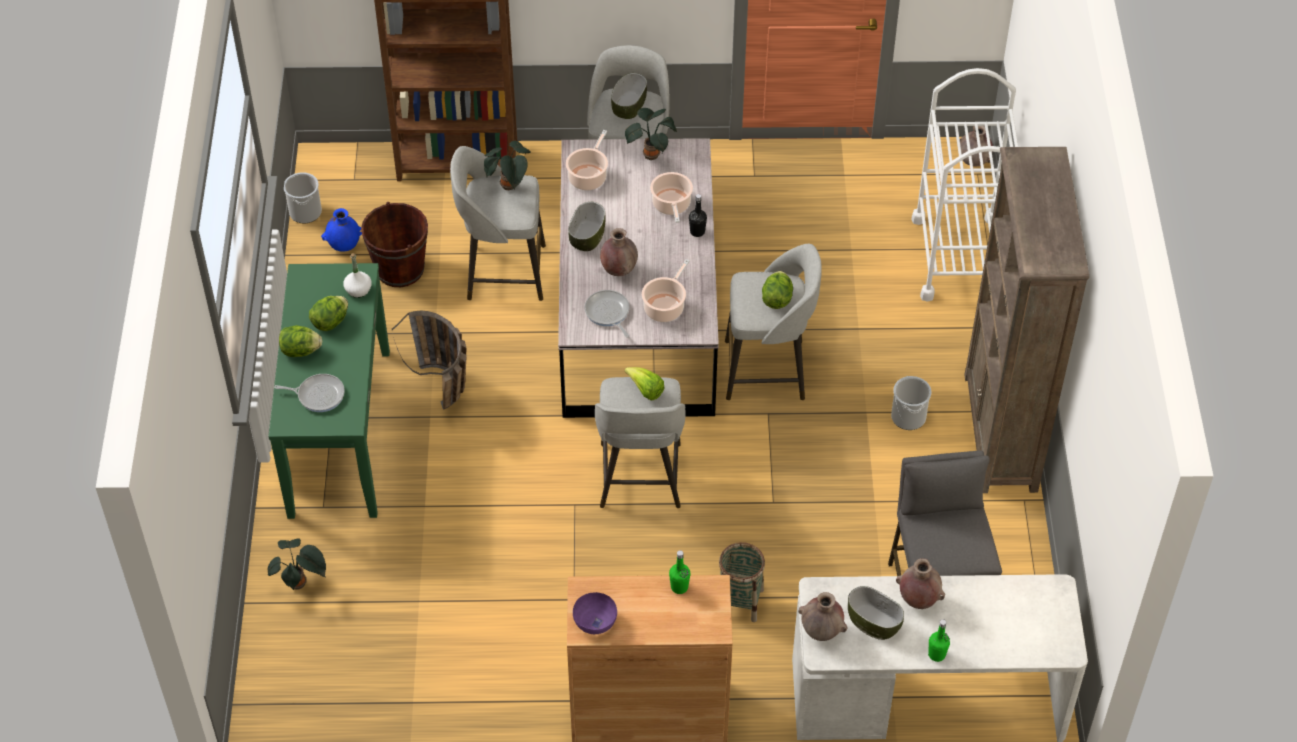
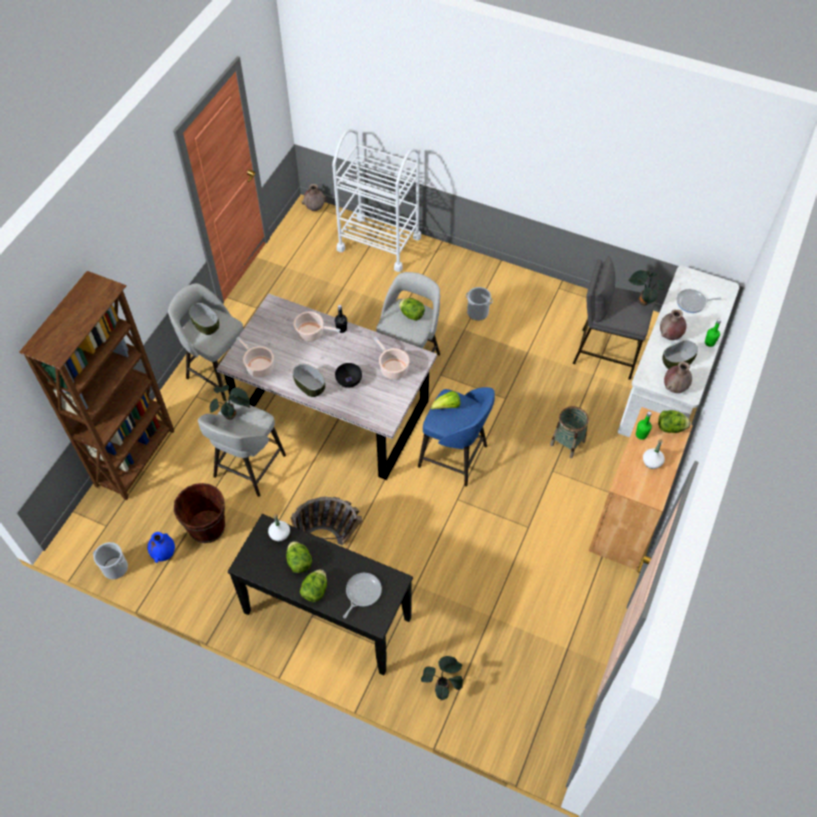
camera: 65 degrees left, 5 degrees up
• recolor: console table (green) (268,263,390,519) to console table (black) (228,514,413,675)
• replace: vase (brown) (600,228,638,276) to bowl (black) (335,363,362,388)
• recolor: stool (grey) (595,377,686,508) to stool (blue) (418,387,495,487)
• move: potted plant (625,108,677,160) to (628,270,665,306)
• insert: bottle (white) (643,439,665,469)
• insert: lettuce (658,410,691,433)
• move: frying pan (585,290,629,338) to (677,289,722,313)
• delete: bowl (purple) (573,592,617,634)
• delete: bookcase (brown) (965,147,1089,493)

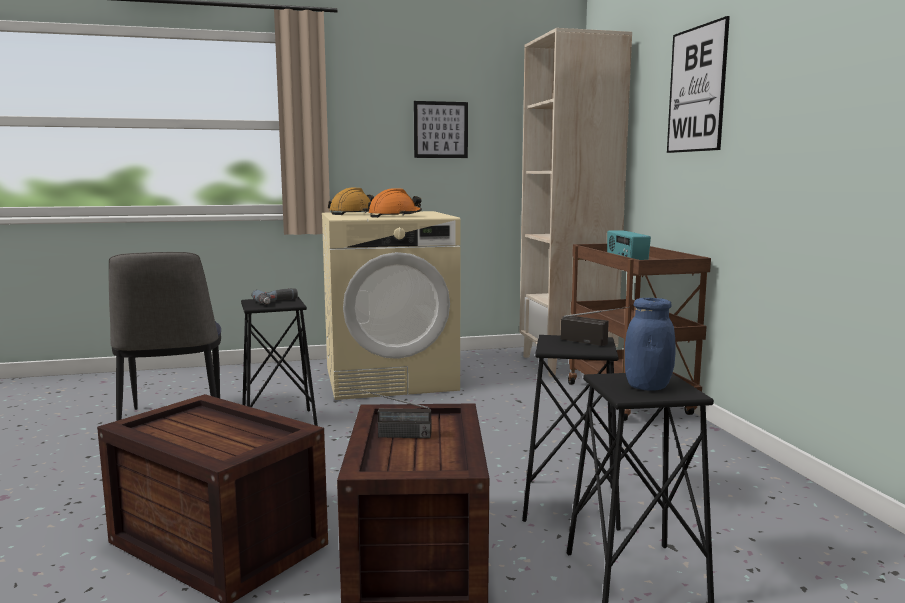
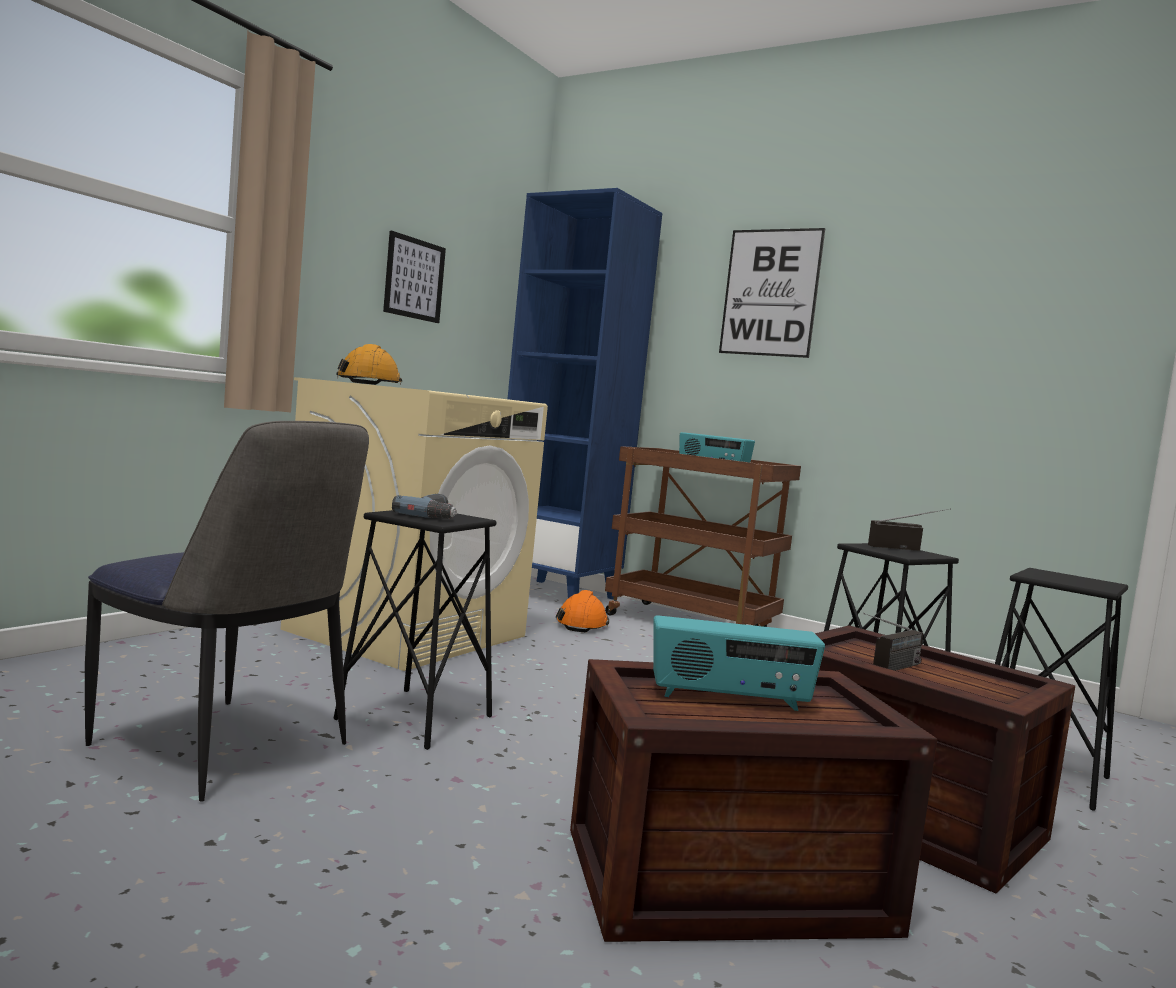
camera: 45 degrees left, 5 degrees down
• recolor: bookcase (beige) (519,28,632,377) to bookcase (blue) (508,188,662,600)
• move: hard hat (orange) (368,188,422,218) to (556,590,609,632)
• insert: radio (653,615,825,711)
• delete: jar (blue) (625,298,675,390)

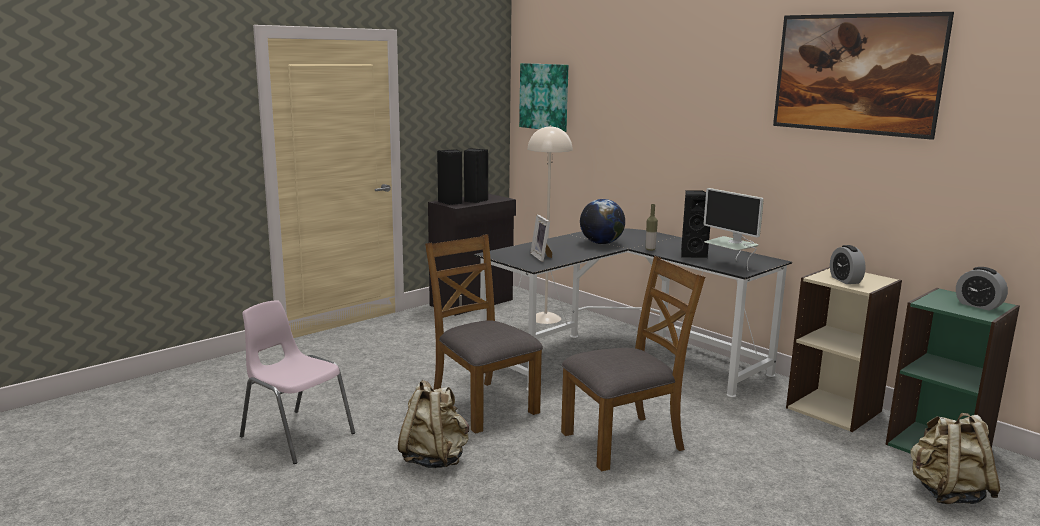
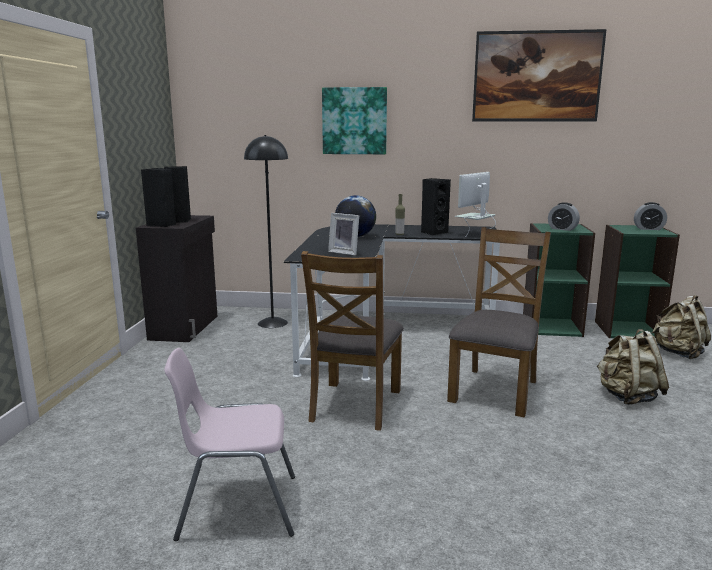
camera: 40 degrees left, 0 degrees up
• recolor: floor lamp (beige) (528,125,573,324) to floor lamp (black) (244,135,288,328)
• rotate: chair (brown) (425,234,543,434) = (301,251,404,431) 90 degrees counterclockwise
• move: picture (519,63,568,132) to (322,87,387,154)
• rotate: monitor (704,188,764,270) = (455,172,496,237) 120 degrees clockwise
• recolor: bookcase (beige) (786,267,902,432) to bookcase (green) (523,223,595,337)
• move: backpack (beige) (398,380,469,468) to (597,329,669,405)

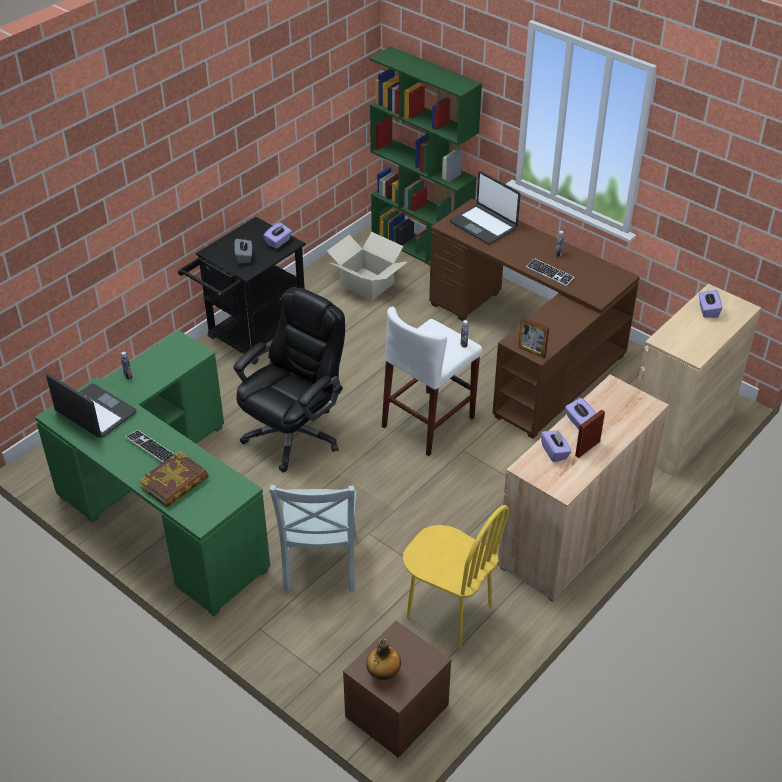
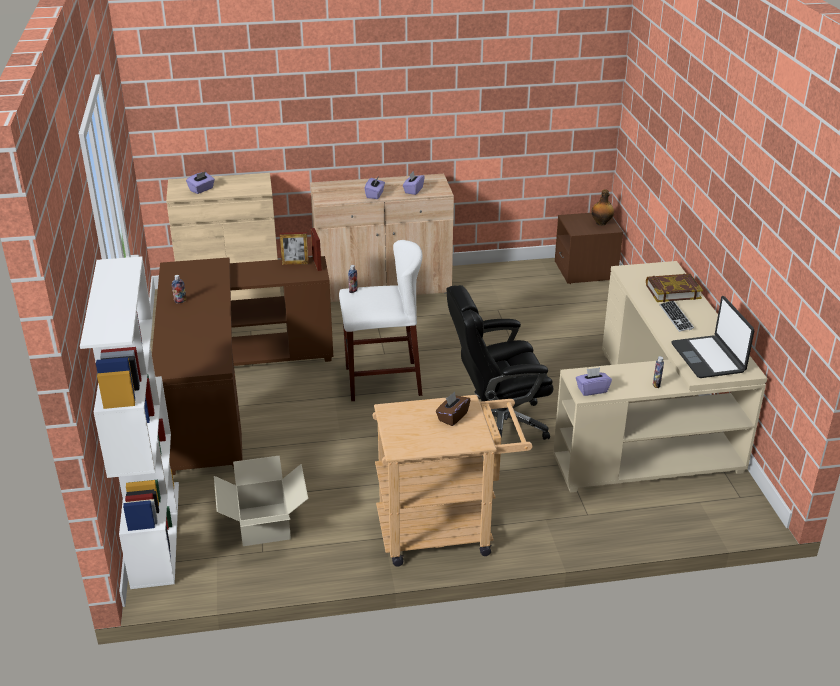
camera: 140 degrees left, 10 degrees down
• recolor: bookcase (green) (369,46,482,265) to bookcase (white) (80,256,179,589)
• move: picture frame (575,409,605,458) to (279,232,309,265)
• recolor: cart (black) (178,217,306,365) to cart (beige) (373,395,532,567)
• recolor: tissue box (grey) (234,238,252,264) to tissue box (brown) (436,392,470,426)
• recolor: desk (green) (35,330,270,616) to desk (beige) (553,261,767,492)
• move: tissue box (purple) (263,223,292,249) to (576,367,612,396)
• delete: chair (grey) (269,485,356,593)
• delete: chair (yellow) (403,505,509,648)
• delete: laptop (450,171,521,244)
• delete: keyboard (526,258,574,286)

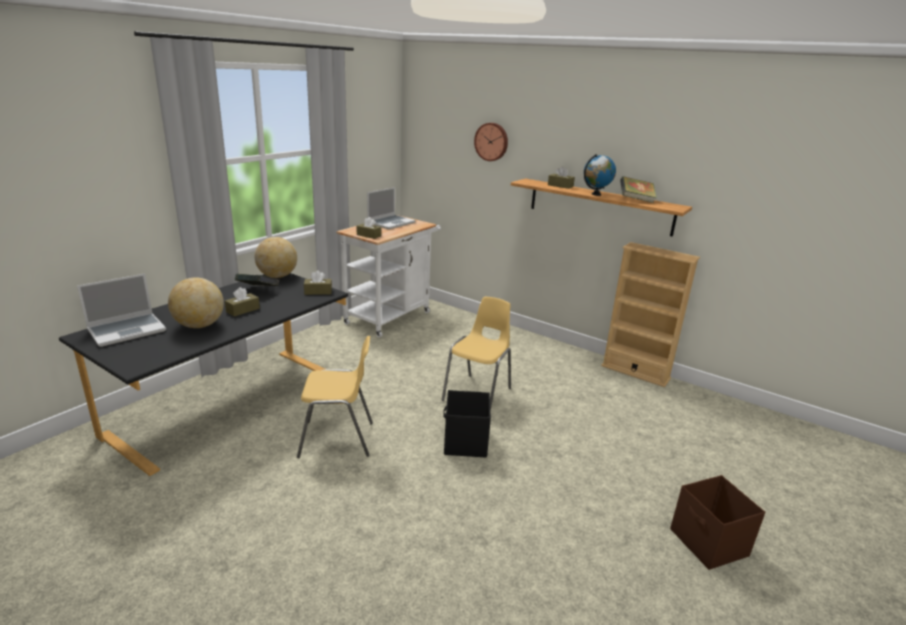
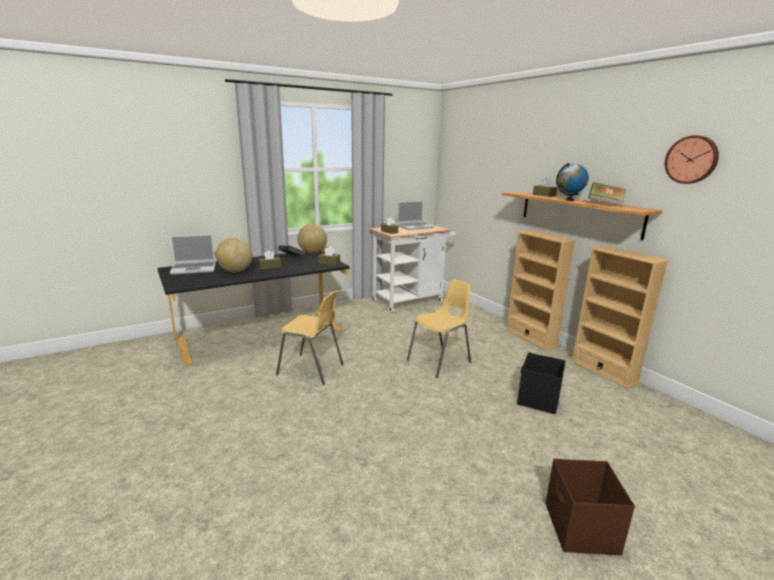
camera: 25 degrees right, 5 degrees down
• insert: bookcase (beige) (505,230,576,351)
• move: storage box (black) (443,390,491,458) to (517,352,566,414)
• move: wall clock (474,123,508,161) to (665,135,719,184)

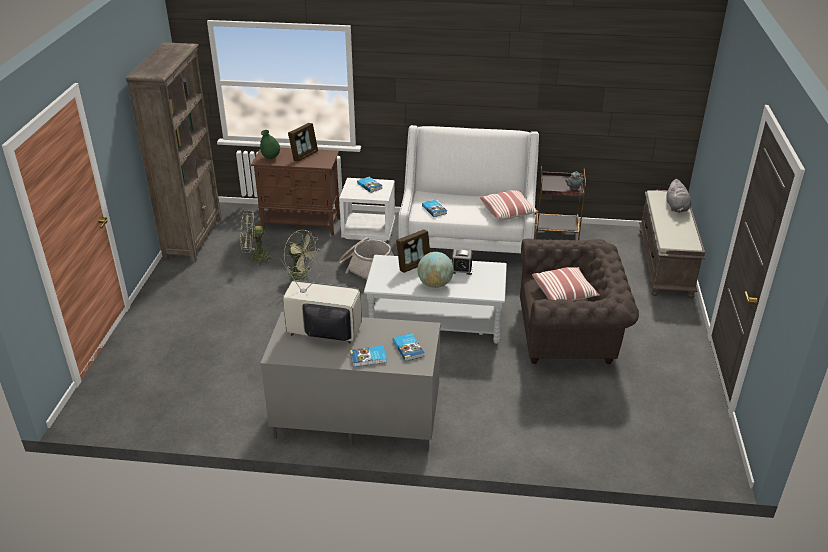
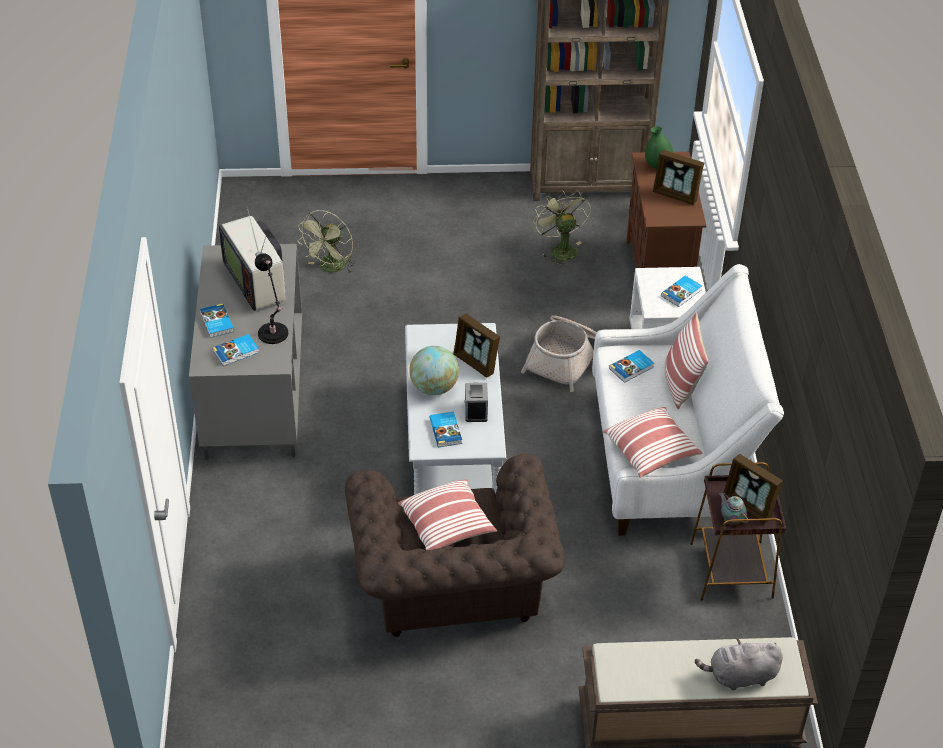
camera: 80 degrees right, 10 degrees up
• rotate: television (280,259,362,343) = (219,207,286,311) 150 degrees clockwise
• insert: table lamp (black) (255,253,288,344)
• move: fan (green) (284,230,319,280) to (298,210,355,273)
• insert: book (430,411,462,447)
• insert: pillow (665,313,708,409)
• insert: picture frame (723,454,783,524)

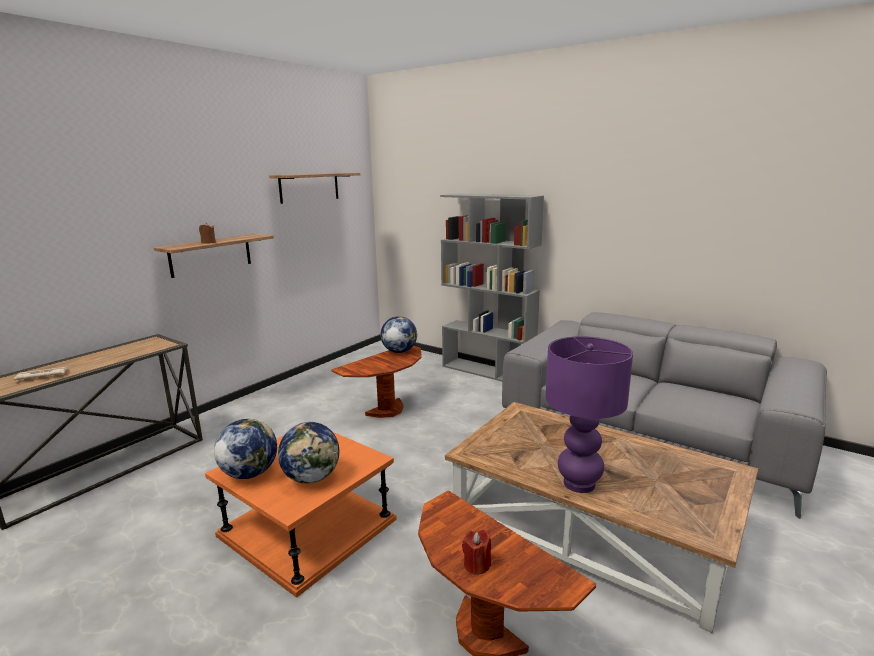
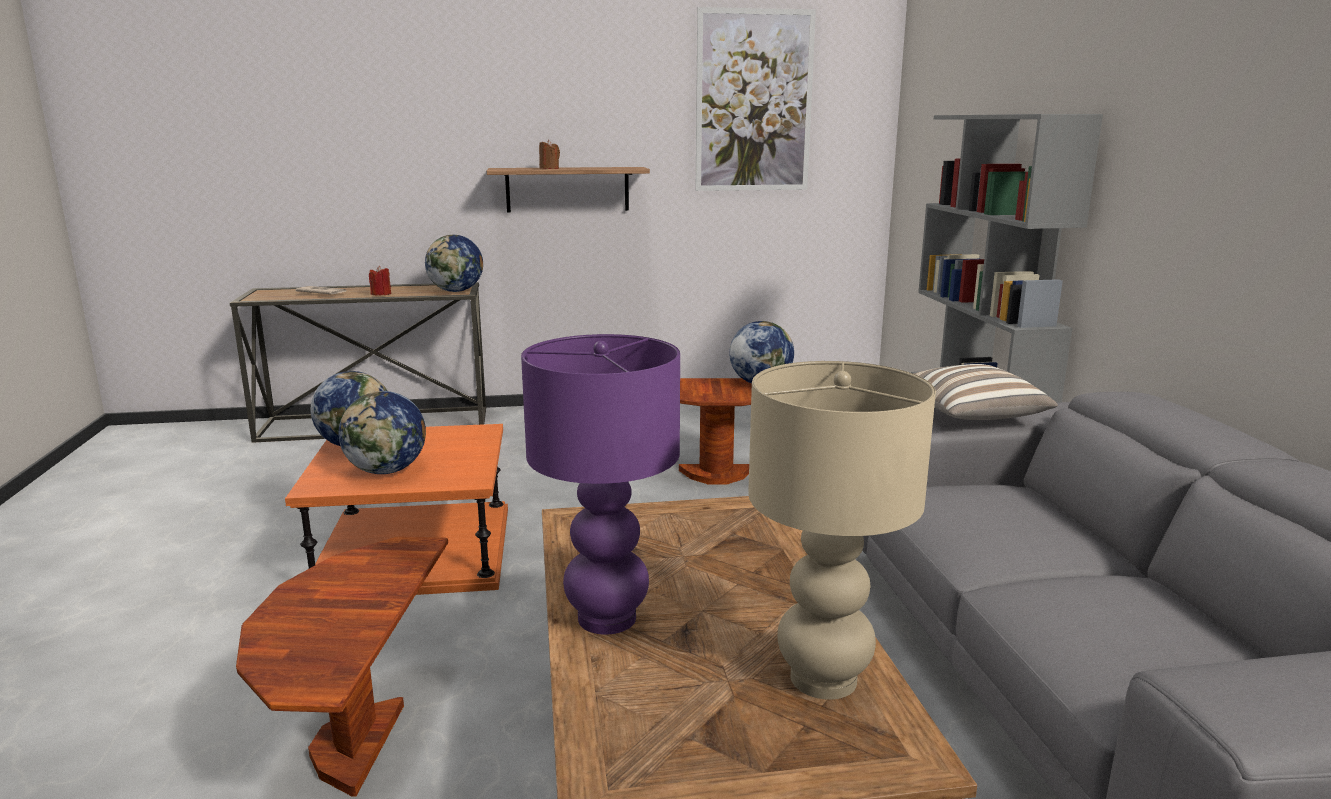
camera: 45 degrees right, 0 degrees up
• move: candle (red) (462,530,491,575) to (369,266,391,295)
• insert: globe (425,235,483,292)
• replace: shelf (269,173,360,204) to picture (696,7,816,191)
• insert: table lamp (beige) (748,361,936,700)
• insert: pillow (913,364,1058,420)

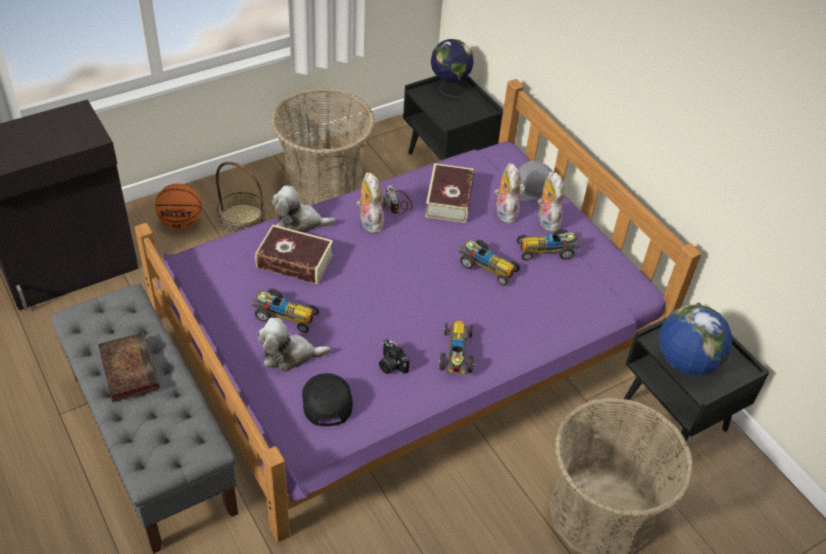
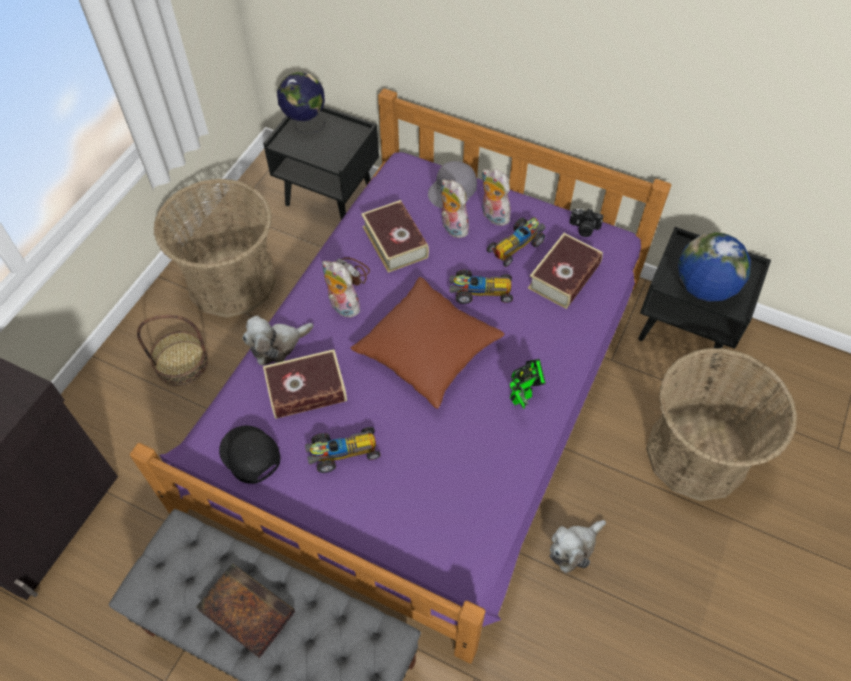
camera: 30 degrees left, 10 degrees up
• move: cap (black) (302,373,353,426) to (219,426,280,484)
• insert: pillow (brown) (350,277,505,409)
• replace: toy car (439,321,475,375) to toy robot (510,359,546,409)
• insert: book (528,233,603,309)
• move: plush toy (257,318,331,372) to (550,520,606,573)
• move: photo camera (379,339,409,374) to (570,209,604,237)
• delete: basketball (155,183,202,229)

